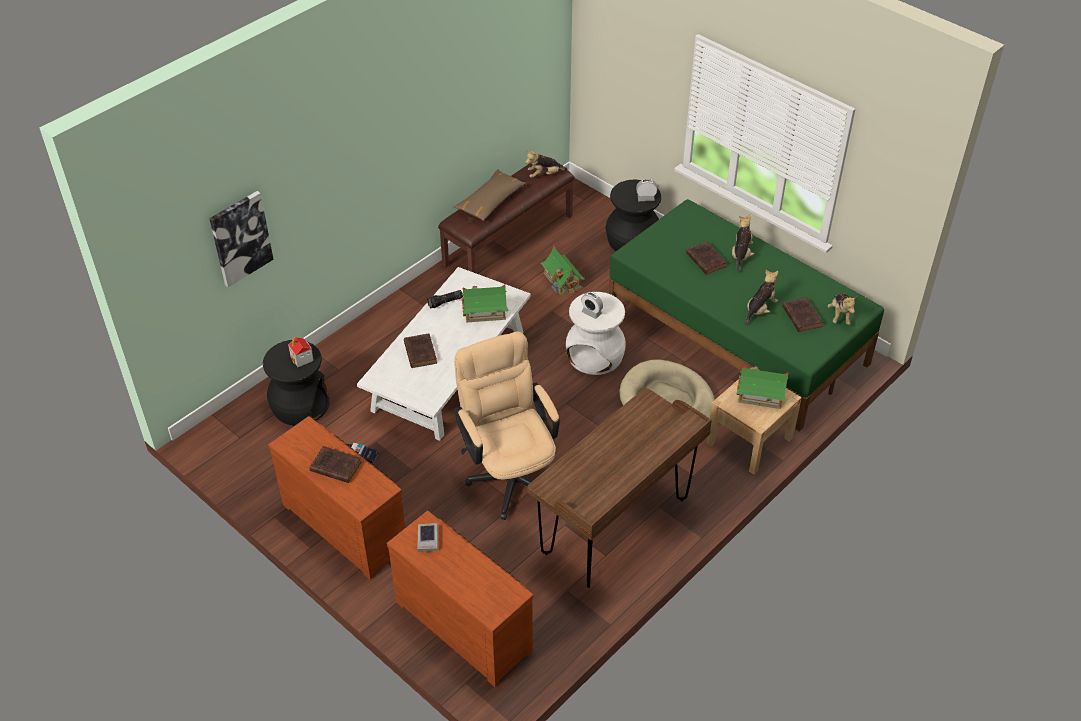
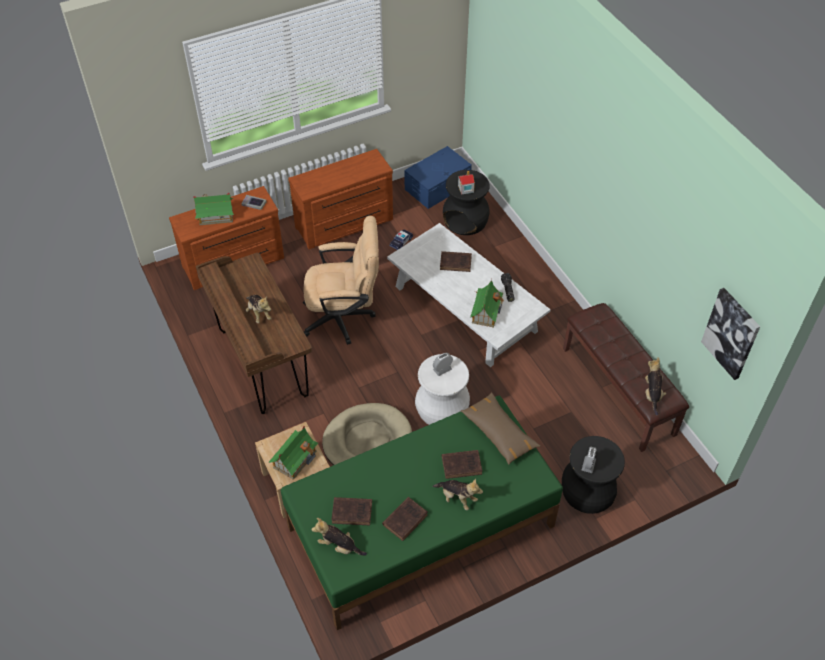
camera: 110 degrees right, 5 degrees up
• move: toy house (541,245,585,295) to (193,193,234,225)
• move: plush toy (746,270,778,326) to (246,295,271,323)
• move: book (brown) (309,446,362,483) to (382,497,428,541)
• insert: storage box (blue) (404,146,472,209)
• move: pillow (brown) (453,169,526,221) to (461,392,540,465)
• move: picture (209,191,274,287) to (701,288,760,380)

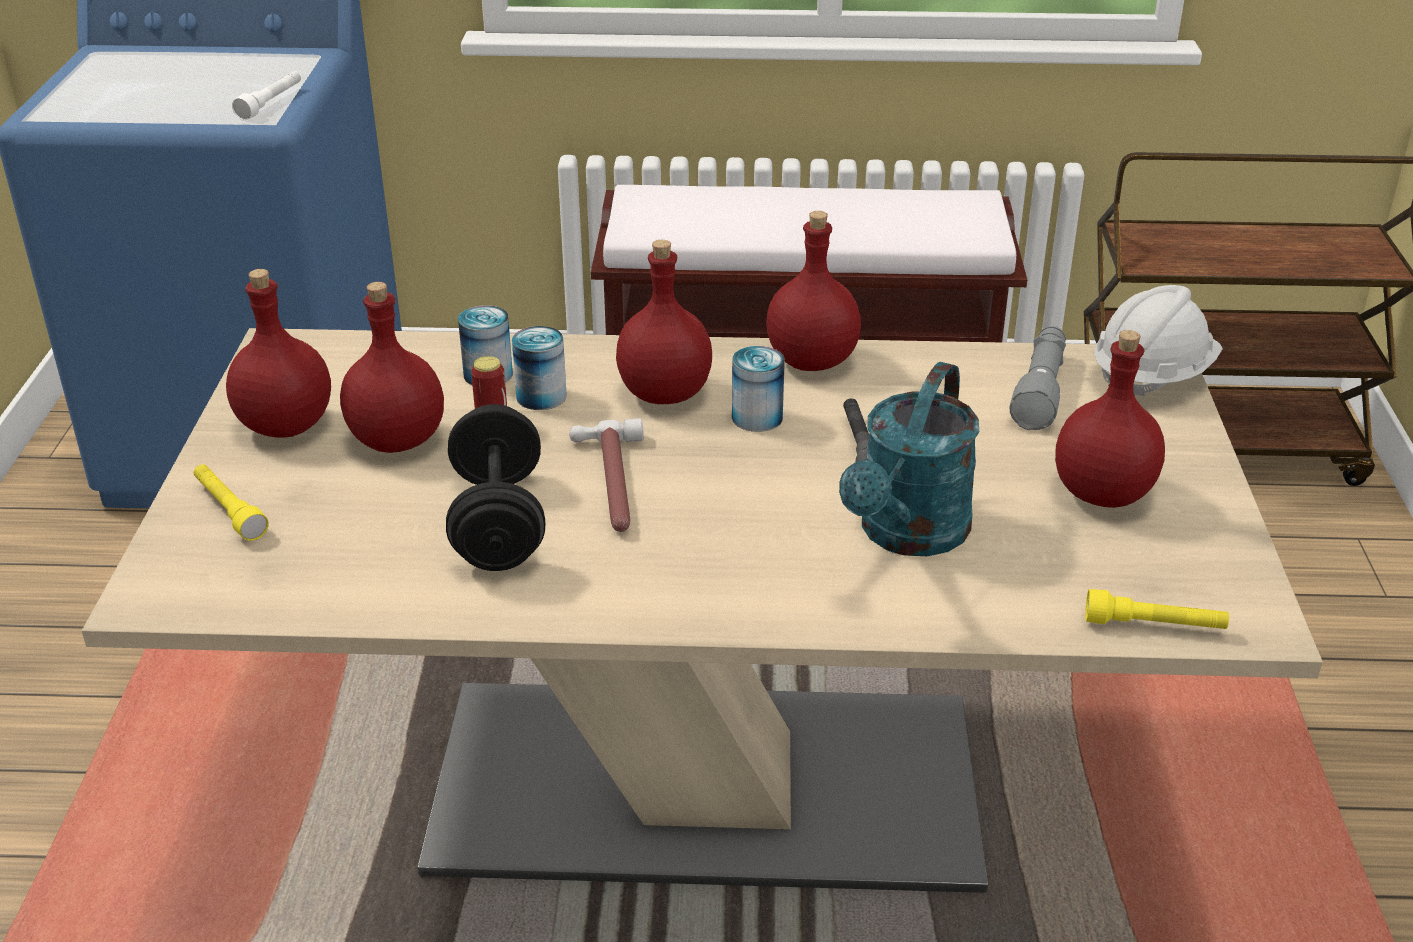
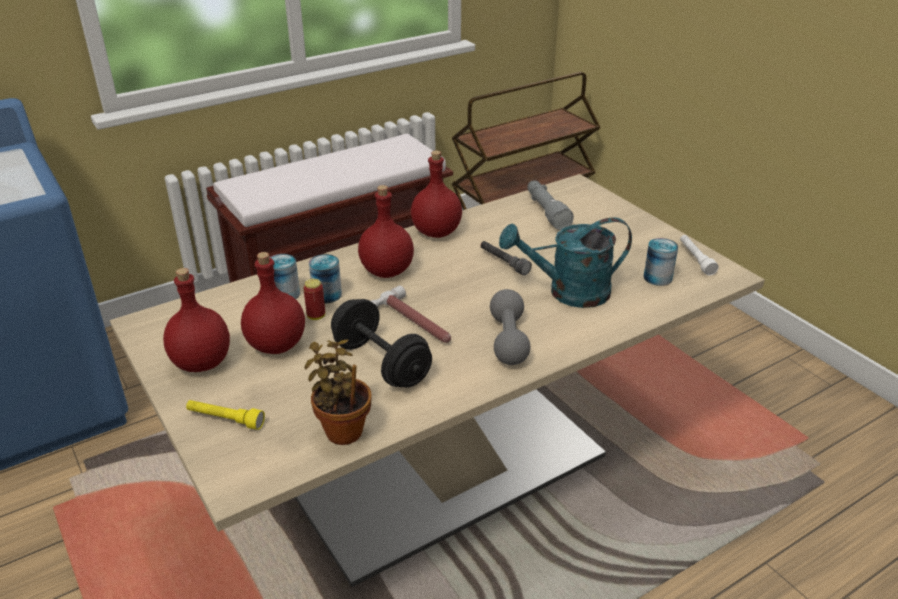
camera: 35 degrees left, 0 degrees up
• insert: potted plant (304,339,372,445)
• insert: dumbbell (grey) (490,289,530,365)
• rotate: watering can (turquoise) (839,362,979,556) = (499,217,632,308) 90 degrees clockwise
• move: can (732,346,785,432) to (643,238,678,286)
• move: flashlight (white) (232,71,301,120) to (680,235,719,276)
• delete: bottle (red) (1055,330,1165,508)
• delete: flashlight (yellow) (1085,589,1229,629)
• delete: hard hat (white) (1094,285,1223,396)

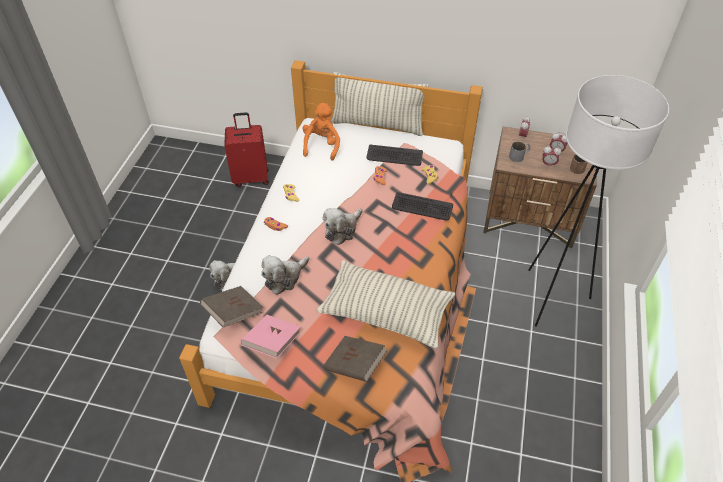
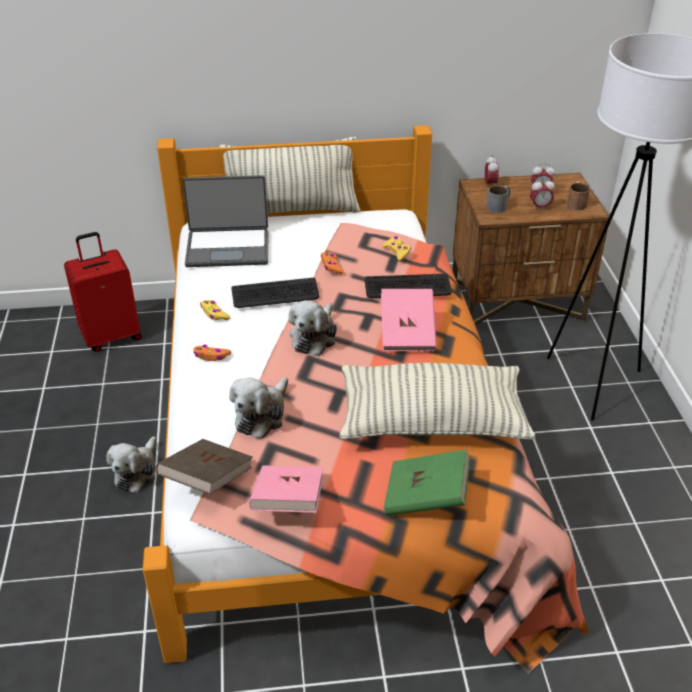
camera: 20 degrees left, 10 degrees down
• replace: plush toy (orange) (302,103,340,161) to laptop (183,175,268,267)
• move: keyboard (367,145,423,166) to (231,278,319,308)
• insert: book (pink) (381,289,437,351)
• recolor: book (brown) (323,336,387,382) to book (green) (384,450,471,516)

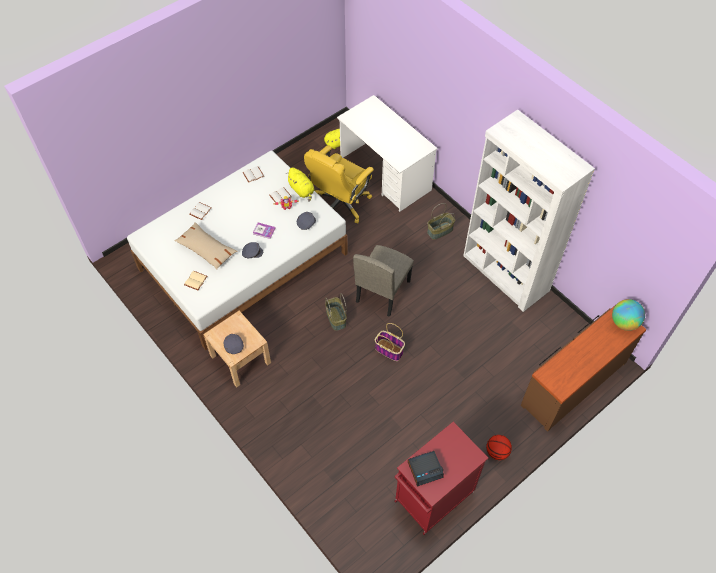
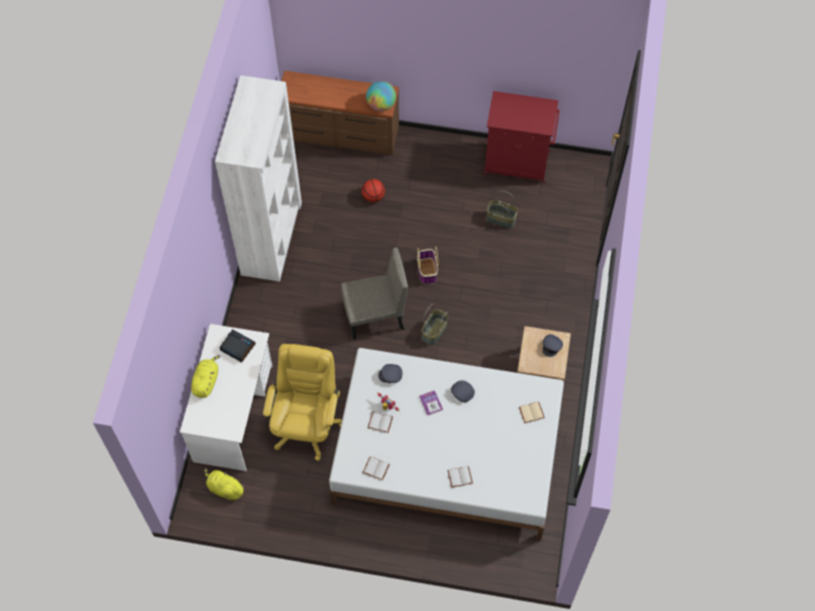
camera: 130 degrees left, 5 degrees up
• move: plush toy (yellow) (286,167,315,201) to (191,355,220,398)
• move: alarm clock (408,451,444,487) to (219,329,256,362)
• rotate: office chair (yellow) (304,145,374,224) = (263,344,342,461) 75 degrees counterclockwise
• move: basketball (486,435,512,460) to (362,179,385,202)
• move: globe (612,299,645,331) to (366,81,396,111)
• move: basket (427,203,455,240) to (486,191,518,228)
• delete: pillow (beige) (174,222,237,270)

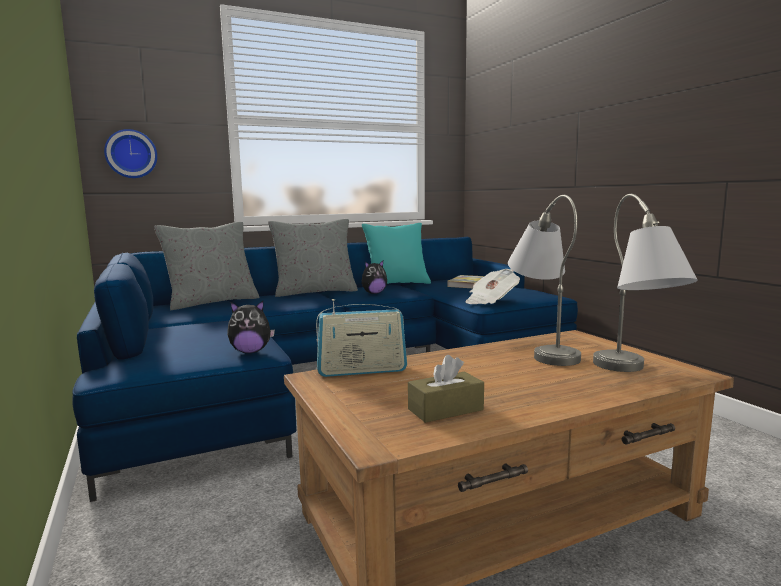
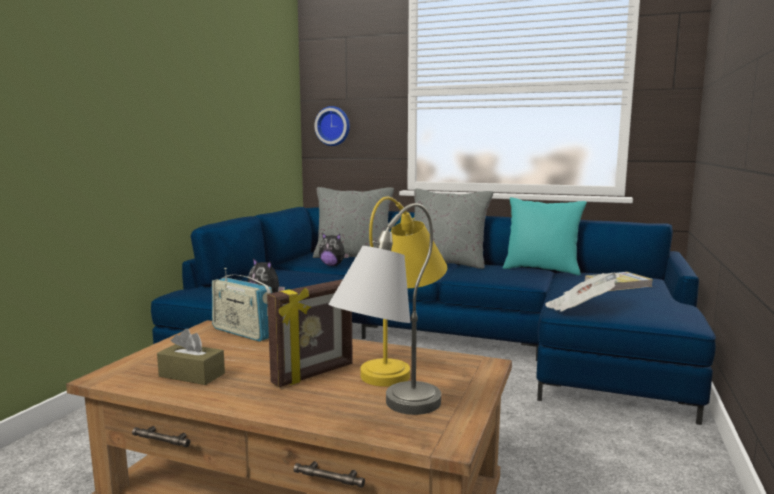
camera: 45 degrees right, 0 degrees up
• insert: picture frame (267,279,353,387)
• move: plush toy (361,261,387,294) to (319,233,349,266)
• recolor: table lamp (grey) (508,195,581,366) to table lamp (yellow) (360,197,447,387)

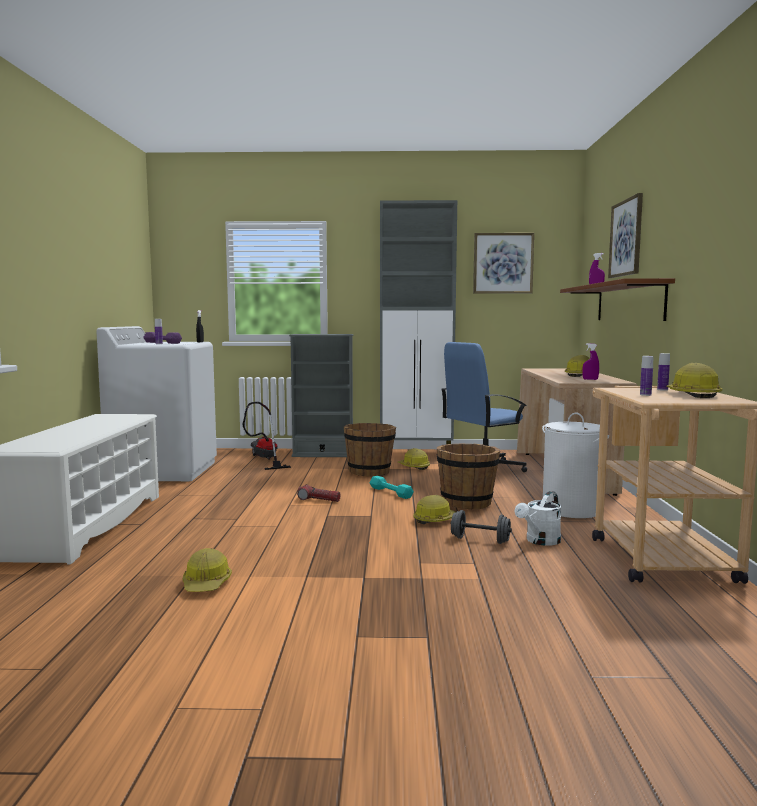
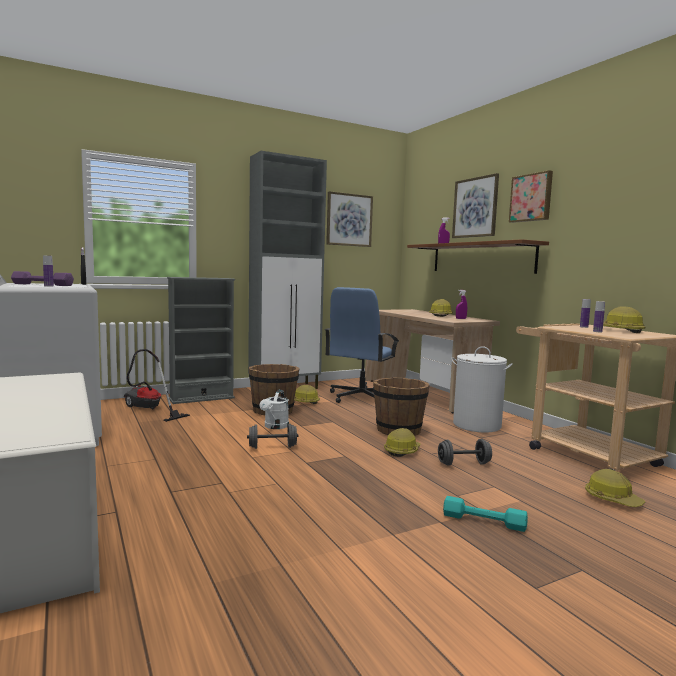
camera: 30 degrees left, 0 degrees up
• replace: flashlight (297,484,341,502) to dumbbell (grey) (247,424,298,449)
• move: watering can (white) (515,491,561,546) to (260,390,289,429)
• move: dumbbell (turquoise) (370,476,414,499) to (443,496,528,532)
• insert: picture (509,170,553,223)
• move: hard hat (183,548,232,592) to (585,469,645,507)

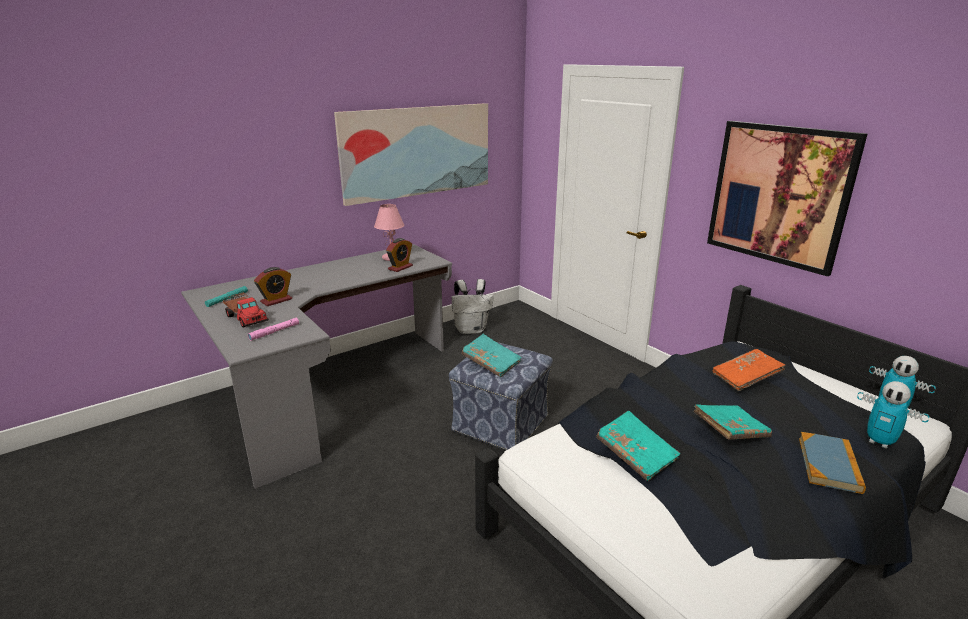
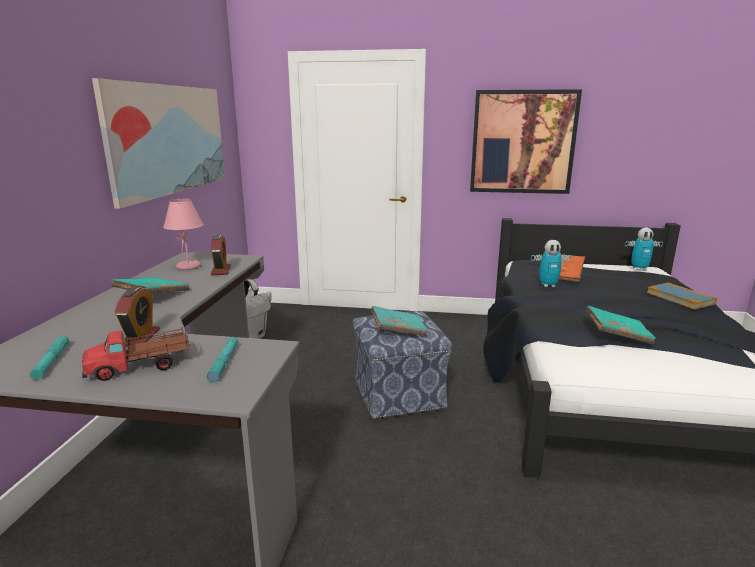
camera: 45 degrees left, 5 degrees down
• rotate: toy truck (223,292,269,327) = (82,327,190,381) 150 degrees clockwise
• move: book (turquoise) (693,404,772,440) to (110,278,190,294)
• recolor: flashlight (pink) (248,318,299,341) to flashlight (turquoise) (207,337,238,382)
• move: toy robot (857,381,929,449) to (531,240,572,287)

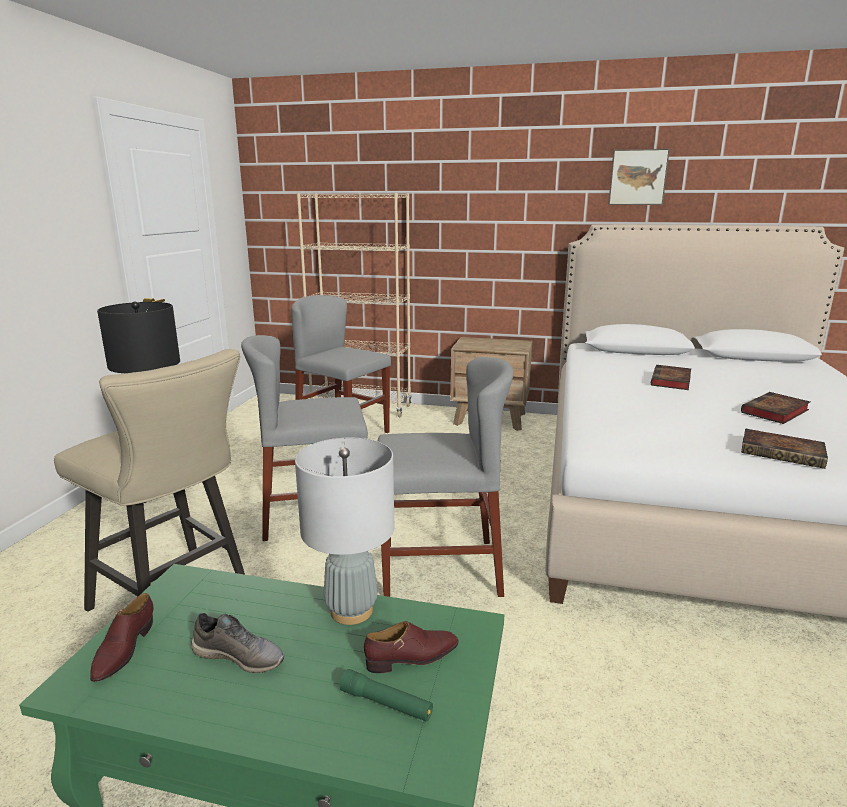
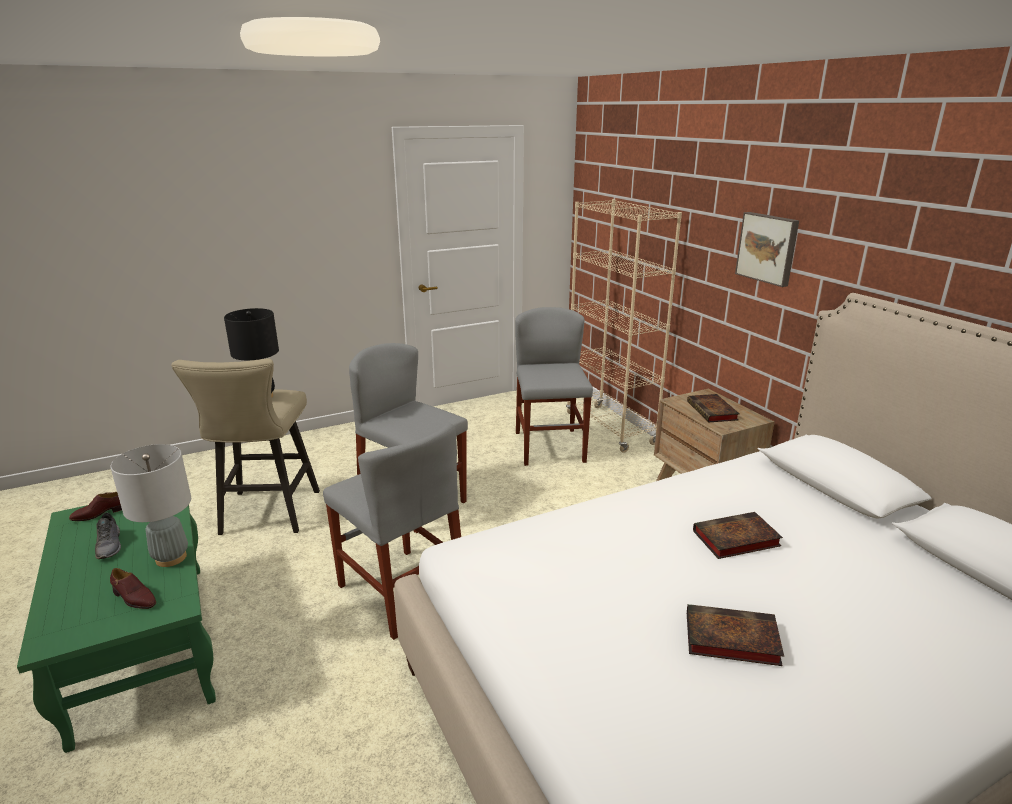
camera: 50 degrees right, 5 degrees up
• move: book (741,428,828,469) to (687,394,739,422)
• move: picture (608,149,670,205) to (735,212,799,287)
• delete: flashlight (green) (340,669,433,722)

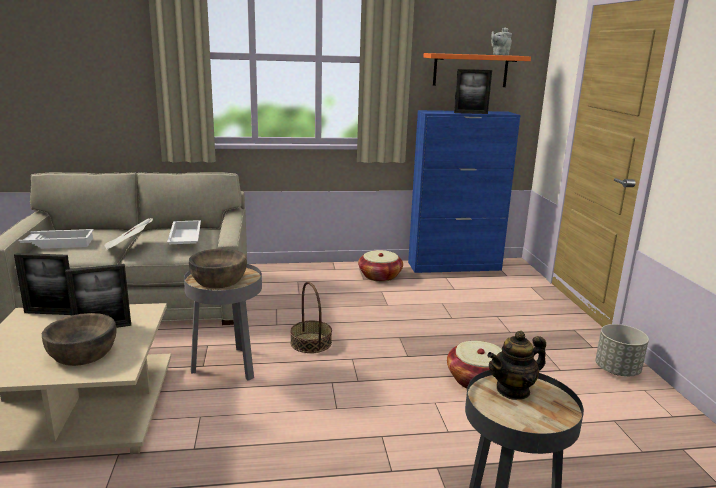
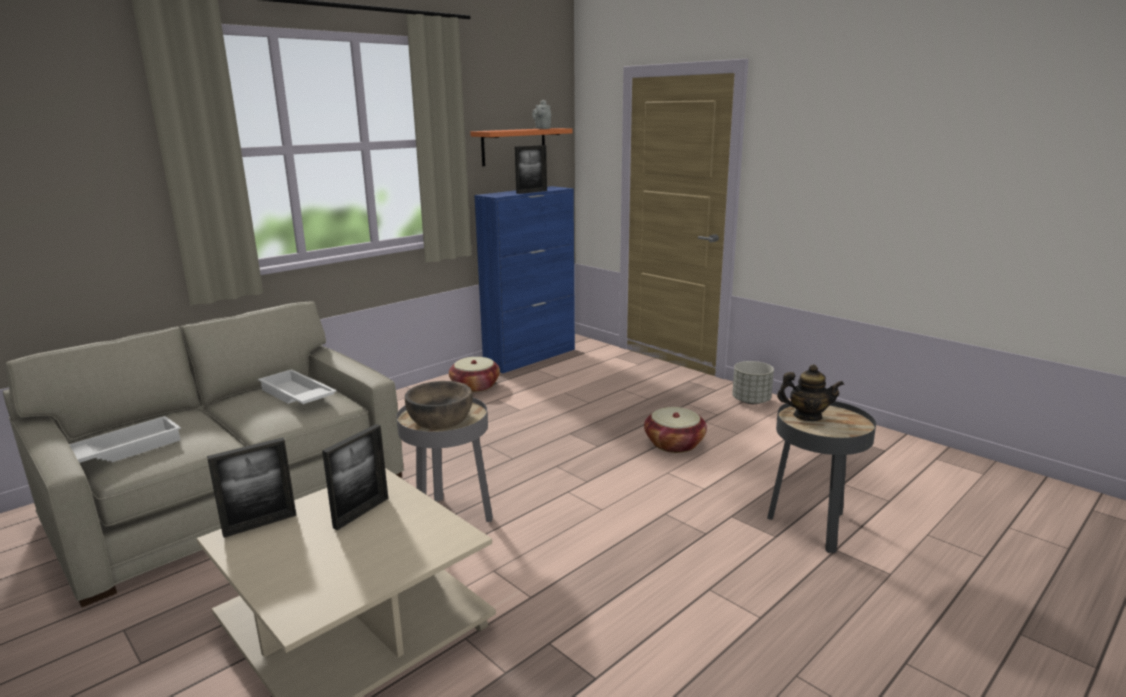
camera: 35 degrees left, 0 degrees up
• rotate: teapot (487,331,546,400) = (777,364,844,421) 105 degrees counterclockwise
• delete: bowl (brown) (42,313,116,366)
• delete: newspaper (104,218,153,250)
• delete: basket (290,282,332,353)

